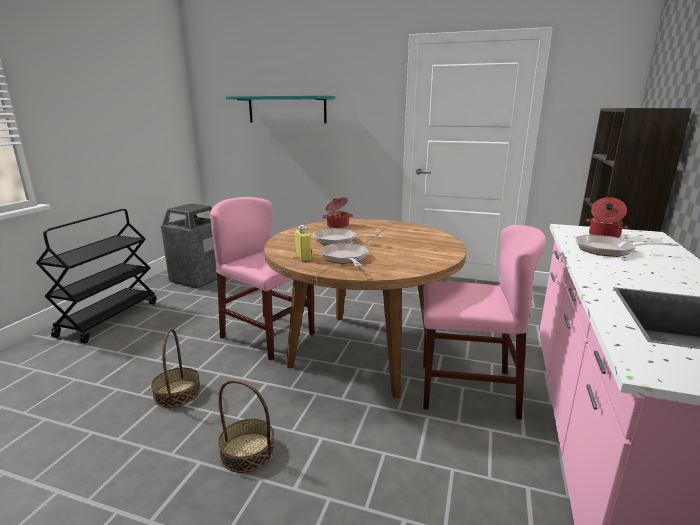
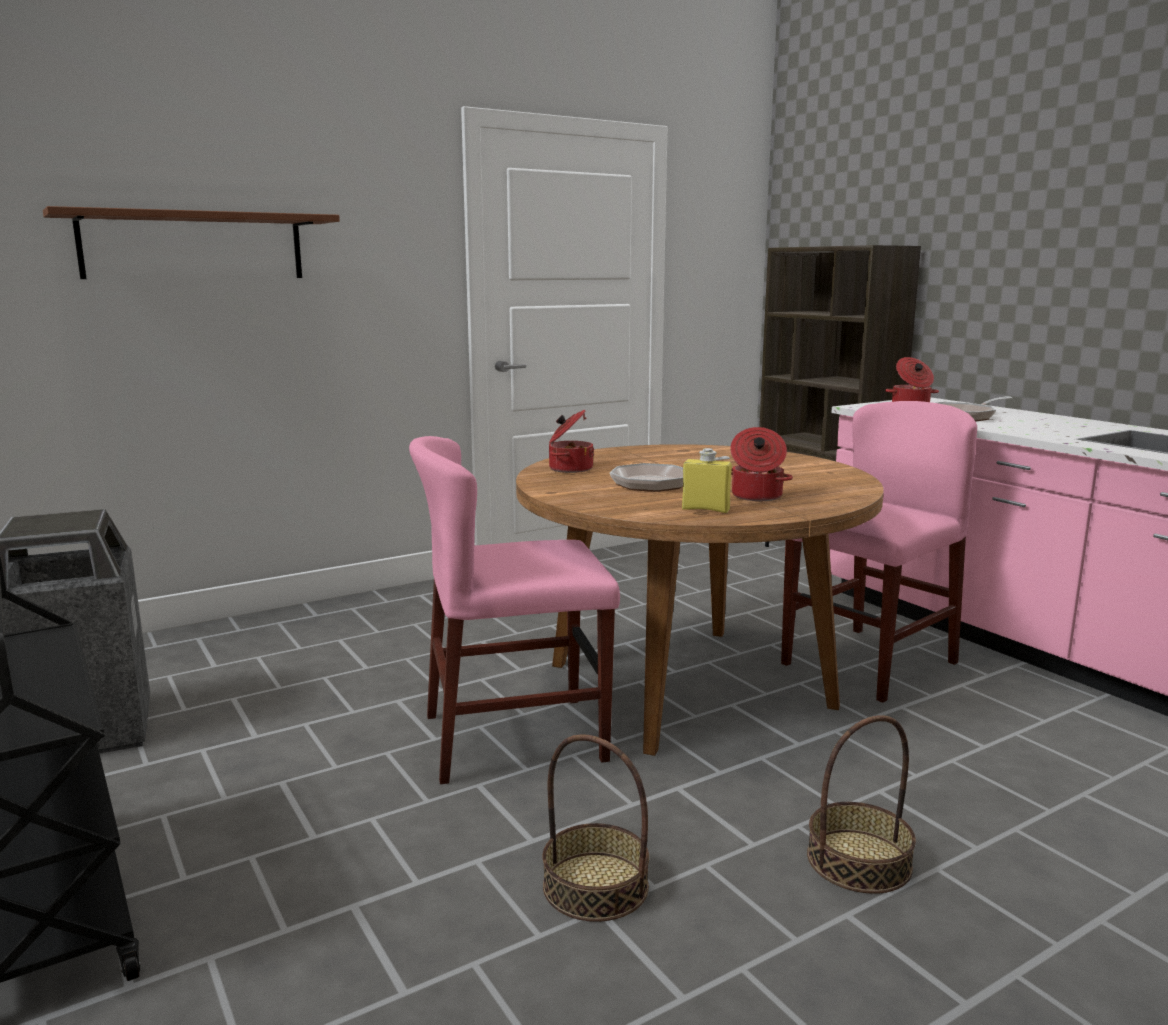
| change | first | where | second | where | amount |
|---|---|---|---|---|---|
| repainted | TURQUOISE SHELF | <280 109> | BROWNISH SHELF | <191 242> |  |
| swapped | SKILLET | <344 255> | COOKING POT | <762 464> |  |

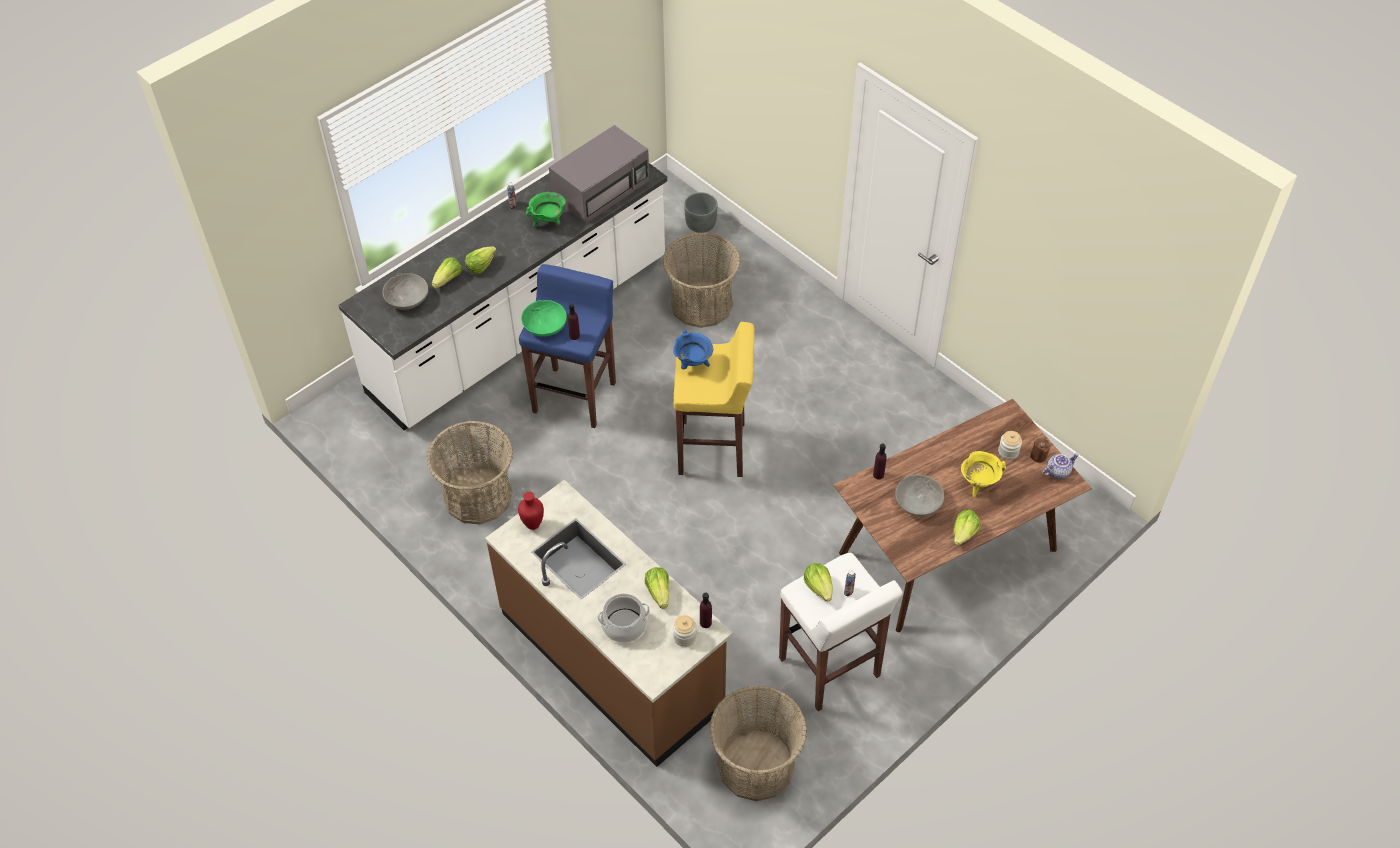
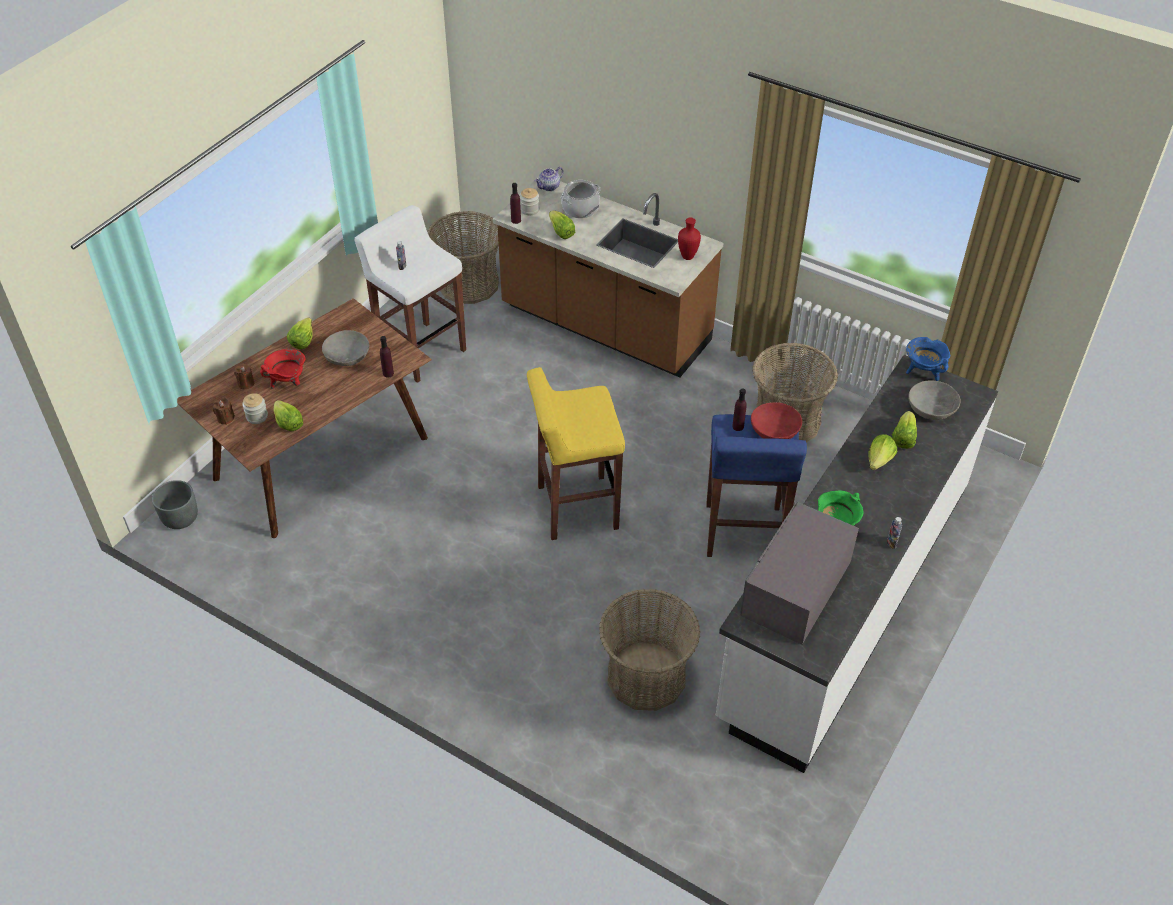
| change | first | where | second | where | amount |
|---|---|---|---|---|---|
| shifted | GRAY PLANTER | <701 212> |  | <175 504> |  |
| repainted | GREEN-COLOURED BOWL | <544 318> | RED-COLOURED BOWL | <776 420> |  |
| shifted | BLUE COOKING POT | <693 349> |  | <928 359> |  |
| repainted | YELLOWISH COOKING POT | <983 474> | RED-COLOURED COOKING POT | <283 369> |  |
| shifted | TEA POT | <1060 466> |  | <548 179> |  |
| shifted | LETTUCE | <818 582> |  | <288 415> |  |
| new |  |  | BROWNISH CANDLE | <244 376> |  |

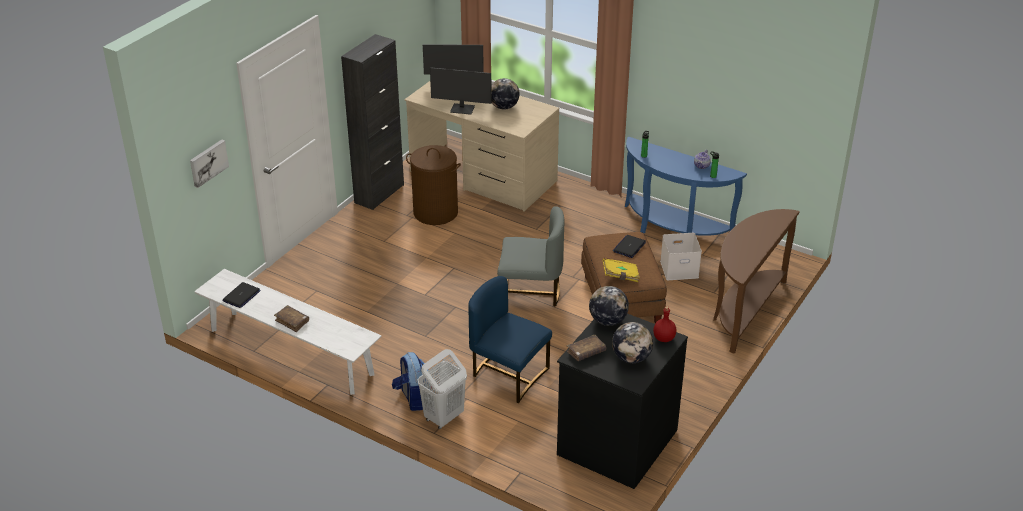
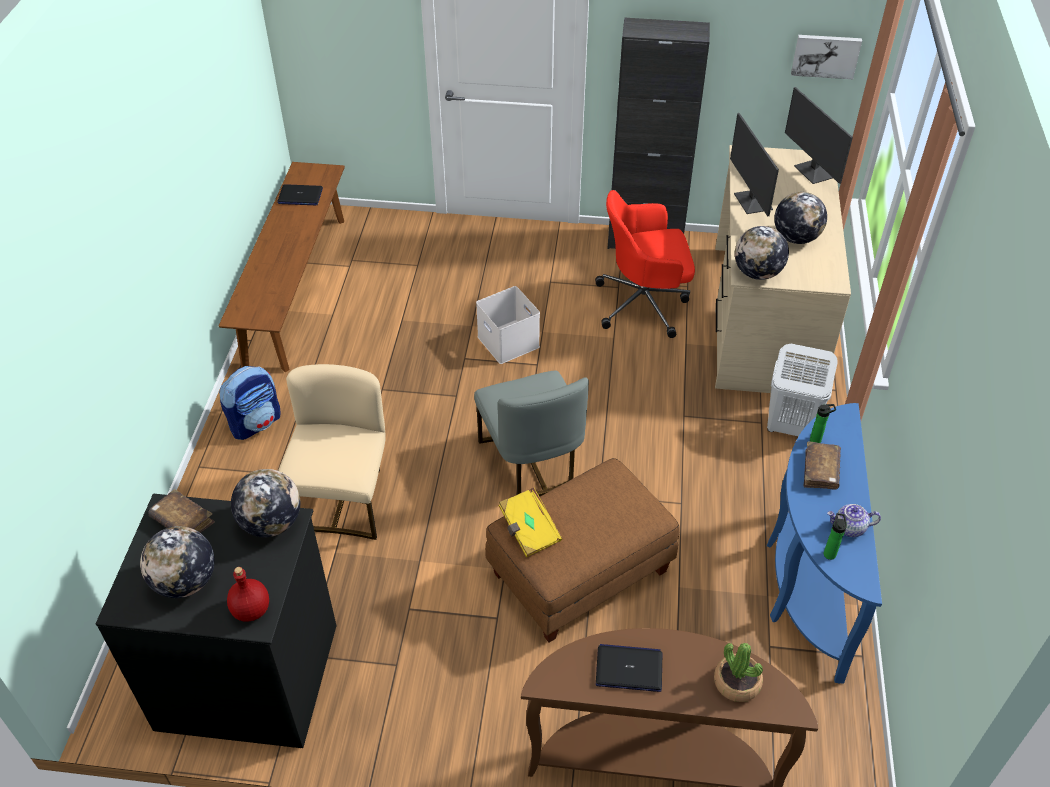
| change | first | where | second | where | amount |
|---|---|---|---|---|---|
| shifted | WALL ART | <209 164> |  | <826 57> |  |
| swapped | BROWNISH WASHING BASKET | <433 185> | RED-COLOURED COMPUTER CHAIR | <645 264> |  |
| shifted | WHITISH STORAGE BOX | <681 256> |  | <508 325> |  |
| shifted | LAPTOP | <629 246> |  | <629 668> |  |
| repainted | WHITISH BENCH | <288 332> | BROWNISH BENCH | <282 267> |  |
| repainted | BLUE PLAIN CHAIR | <510 339> | BEIGE-COLOURED PLAIN CHAIR | <332 452> |  |
| shifted | BROWNISH BOUND BOOK | <291 318> |  | <822 465> |  |
| shifted | WHITISH WASHING BASKET | <442 389> |  | <802 390> |  |
| new |  |  | WORLD GLOBE | <762 253> |  |
| new |  |  | POTTED PLANT | <738 672> |  |

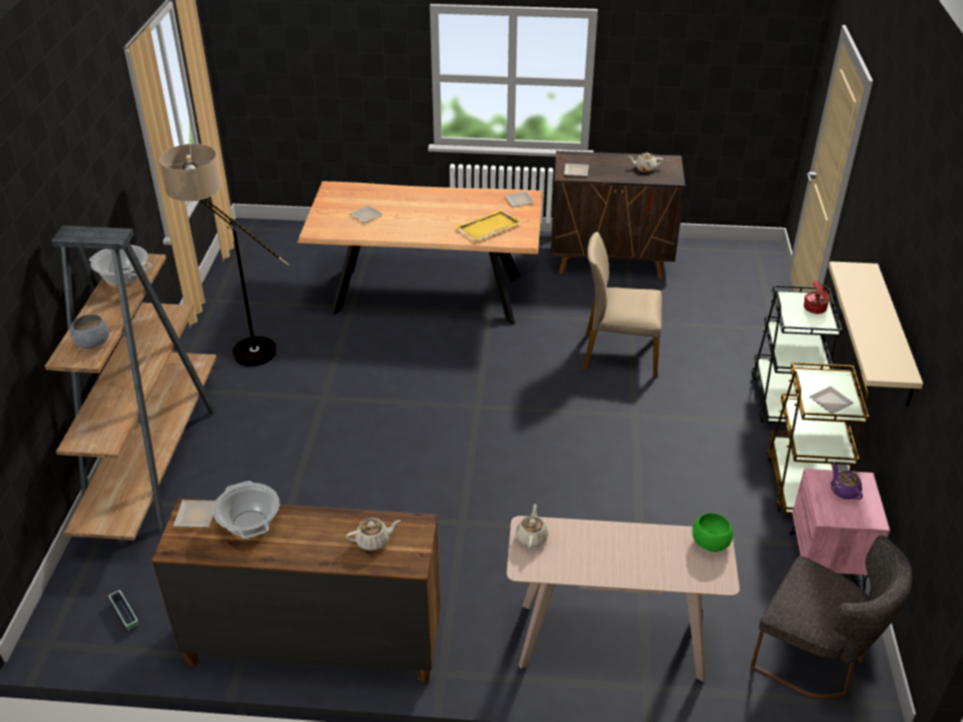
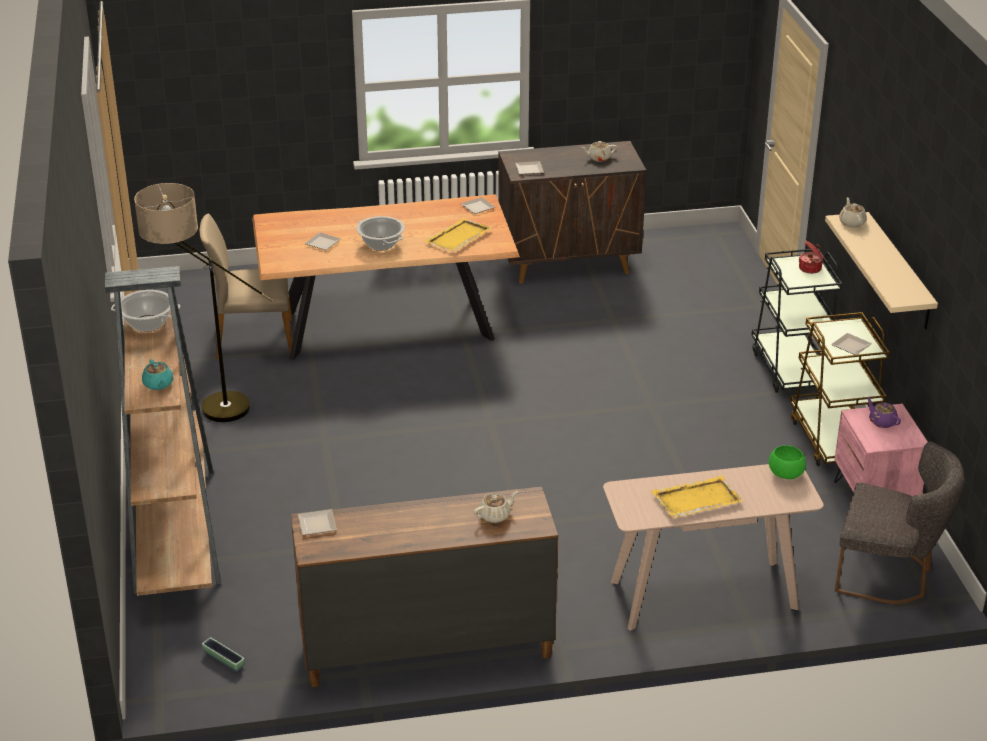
| change | first | where | second | where | amount |
|---|---|---|---|---|---|
| shifted | BEIGE-COLOURED PLAIN CHAIR | <622 305> |  | <246 286> |  |
| swapped | GRAY BOWL | <89 331> | TURQUOISE TEA POT | <157 374> |  |
| shifted | COOKING POT | <246 510> |  | <380 233> |  |
| shifted | BEIGE-COLOURED TEA POT | <532 526> |  | <853 212> |  |
| new |  |  | YELLOWISH TRAY | <697 496> |  |

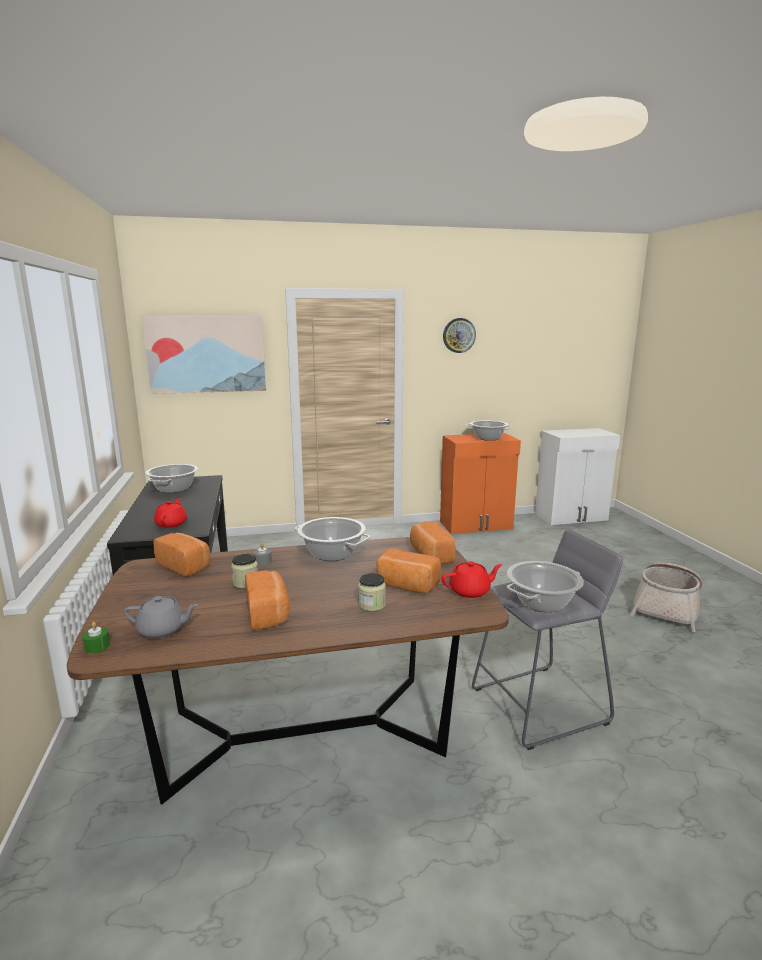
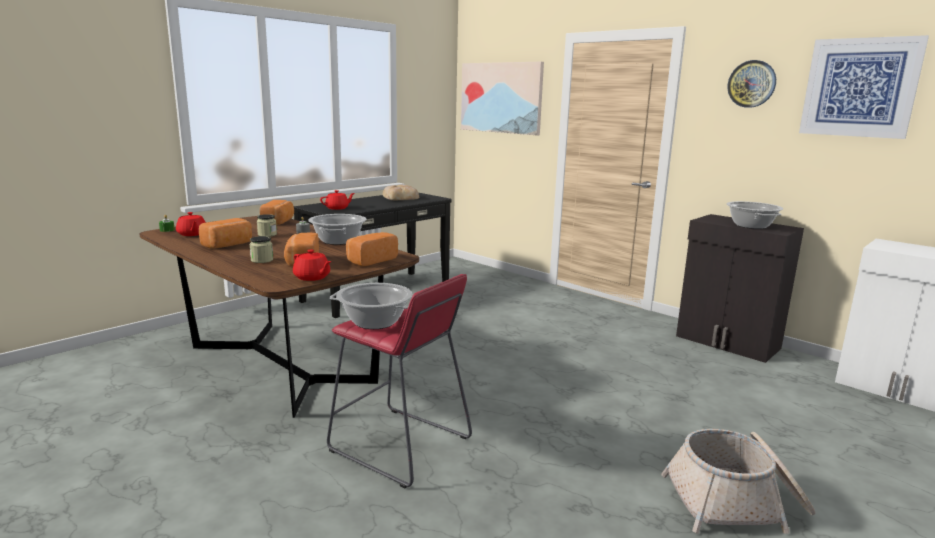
| change | first | where | second | where | amount |
|---|---|---|---|---|---|
| repainted | ORANGE-COLOURED STORAGE CABINET | <480 483> | BLACK STORAGE CABINET | <740 288> |  |
| swapped | COOKING POT | <171 478> | BAKERY BREAD | <400 192> |  |
| repainted | GRAY STOOL SEAT | <547 639> | RED-COLOURED STOOL SEAT | <399 381> |  |
| repainted | GRAY TEA POT | <161 617> | RED-COLOURED TEA POT | <191 224> |  |
| new |  |  | WALL ART | <864 87> |  |

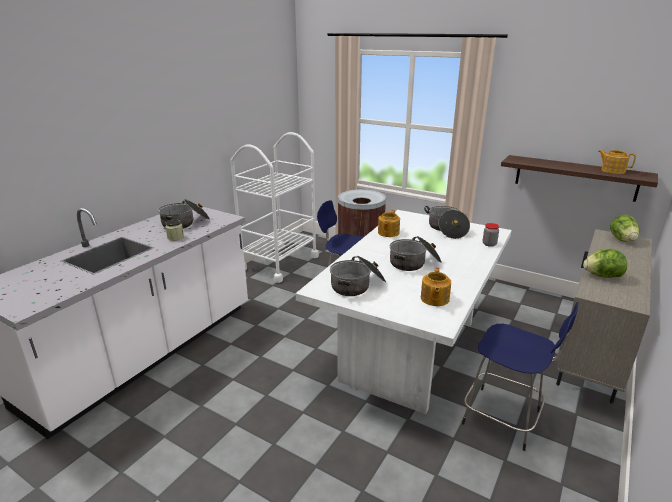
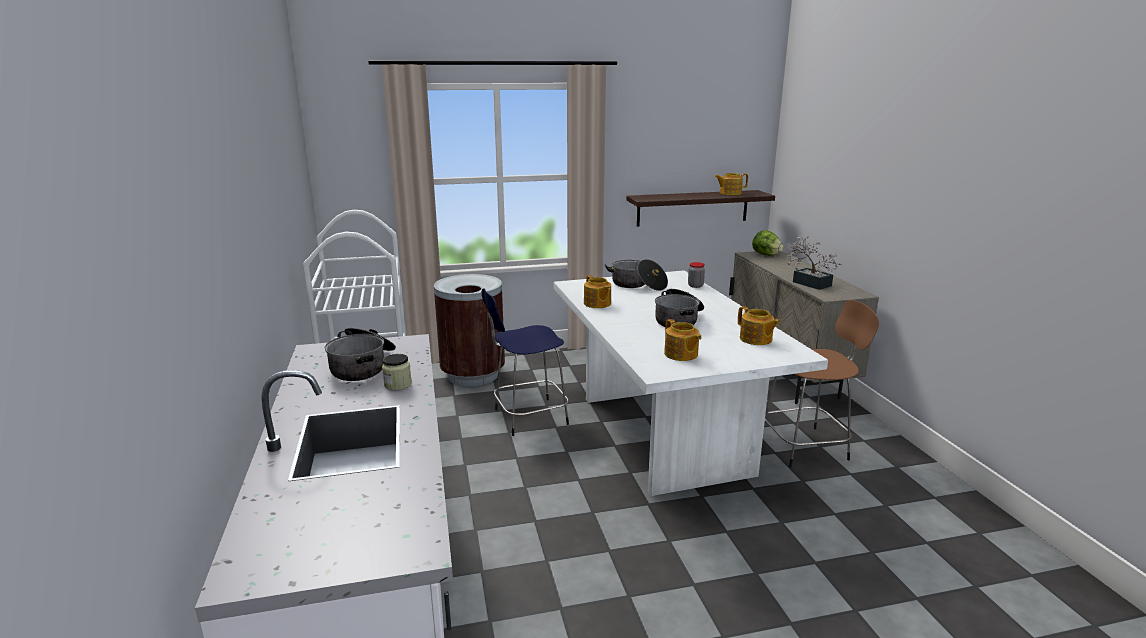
| change | first | where | second | where | amount |
|---|---|---|---|---|---|
| swapped | LETTUCE | <605 263> | POTTED PLANT | <814 263> |  |
| swapped | COOKING POT | <358 276> | TEA POT | <683 340> |  |
| repainted | BLUE STOOL SEAT | <520 376> | BROWNISH STOOL SEAT | <821 383> |  |

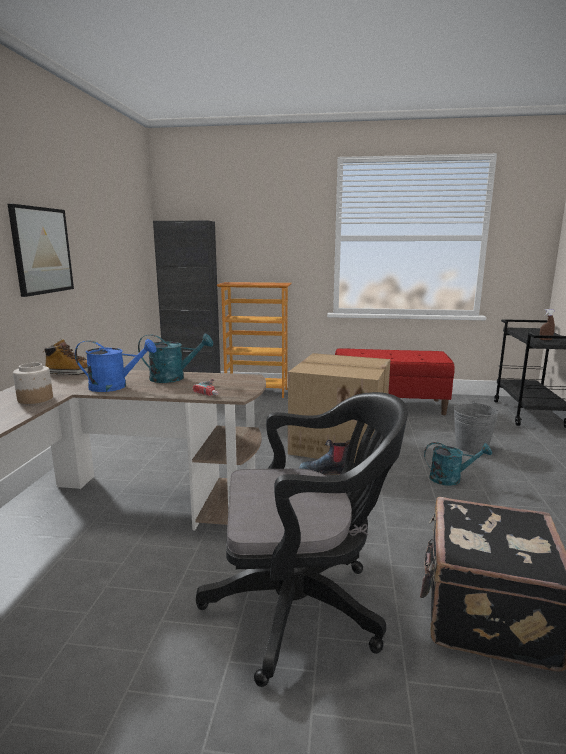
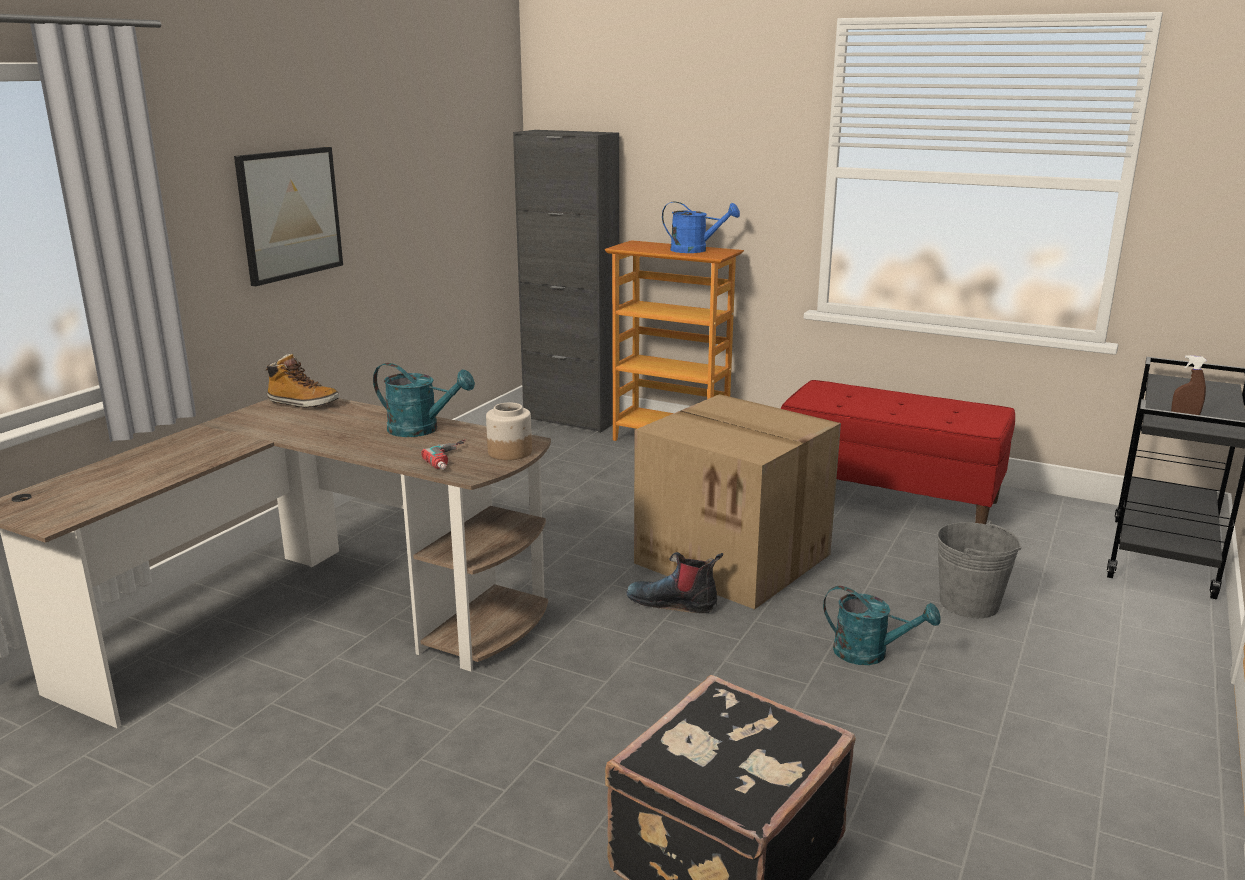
| change | first | where | second | where | amount |
|---|---|---|---|---|---|
| shifted | BLUE WATERING CAN | <115 365> |  | <701 227> |  |
| shifted | PRESERVE JAR | <33 383> |  | <509 431> |  |
| gone | BLACK COMPUTER CHAIR | <302 539> |  |  |  |

